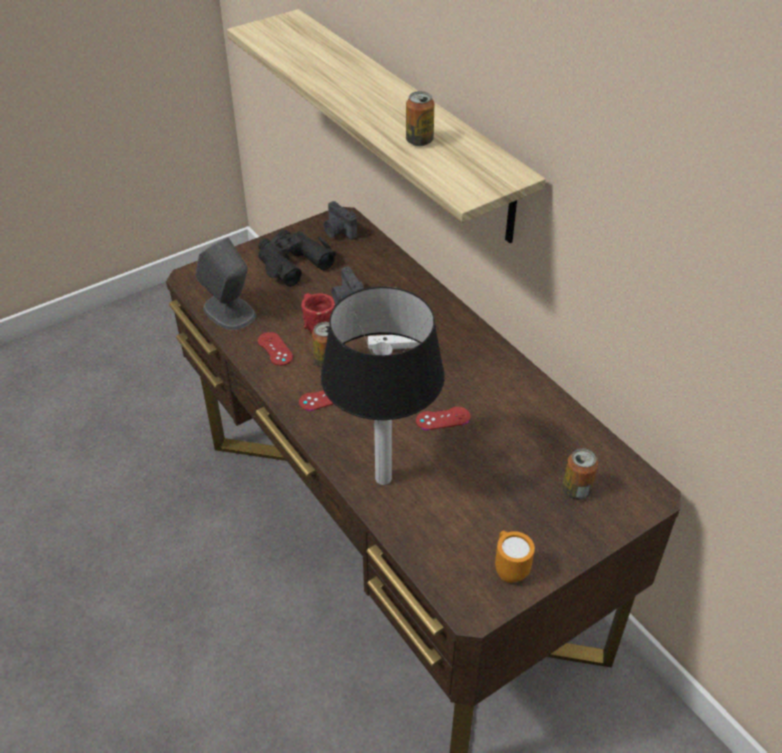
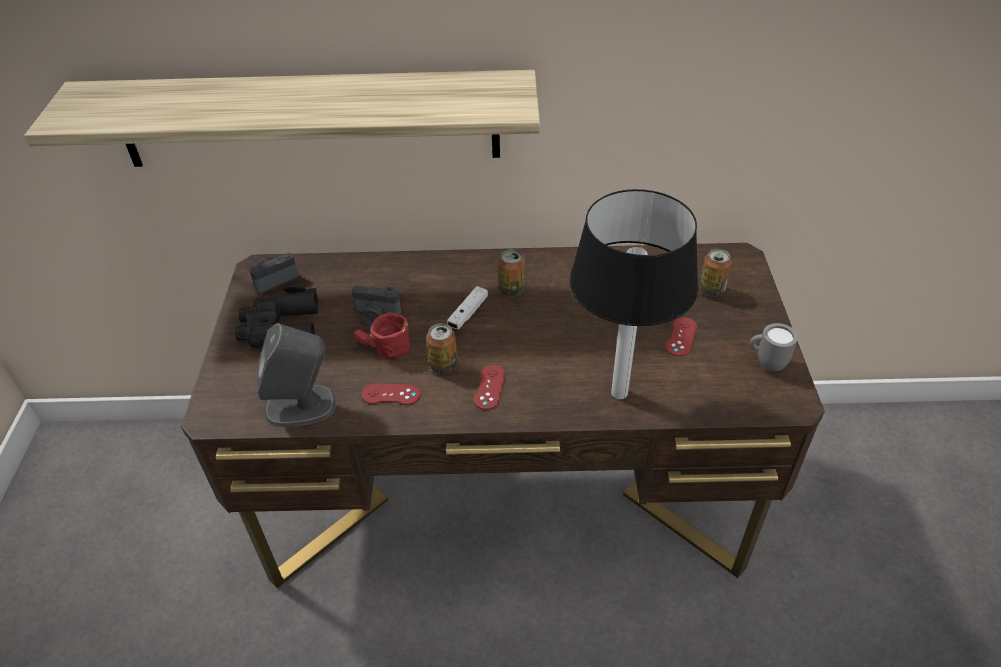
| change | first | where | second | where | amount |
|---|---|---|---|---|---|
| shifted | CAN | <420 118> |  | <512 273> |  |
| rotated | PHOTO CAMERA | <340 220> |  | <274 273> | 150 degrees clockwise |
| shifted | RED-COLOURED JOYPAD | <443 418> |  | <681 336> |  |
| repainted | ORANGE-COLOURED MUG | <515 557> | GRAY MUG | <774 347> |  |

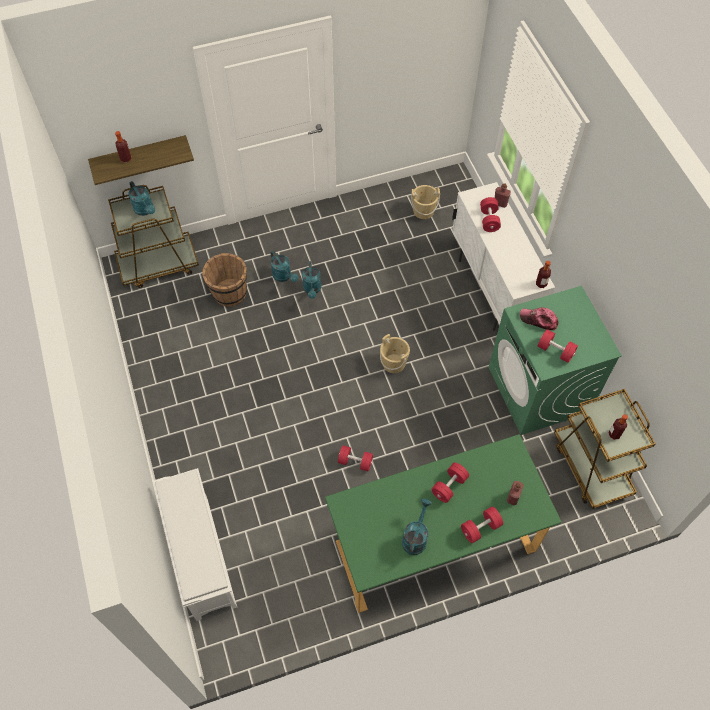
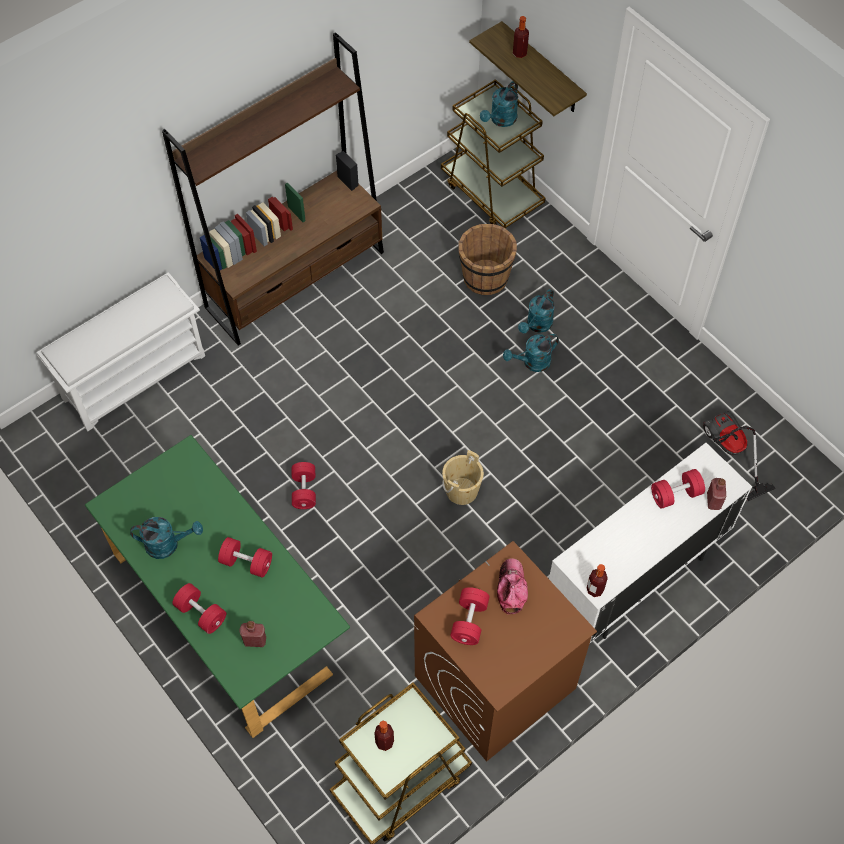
| change | first | where | second | where | amount |
|---|---|---|---|---|---|
| swapped | BEIGE-COLOURED WATER BUCKET | <425 202> | VACUUM | <739 456> |  |
| repainted | GREEN-COLOURED WASHING MACHINE | <555 360> | BROWNISH WASHING MACHINE | <505 651> |  |
| new |  |  | BROWNISH SHELVING UNIT | <273 189> |  |

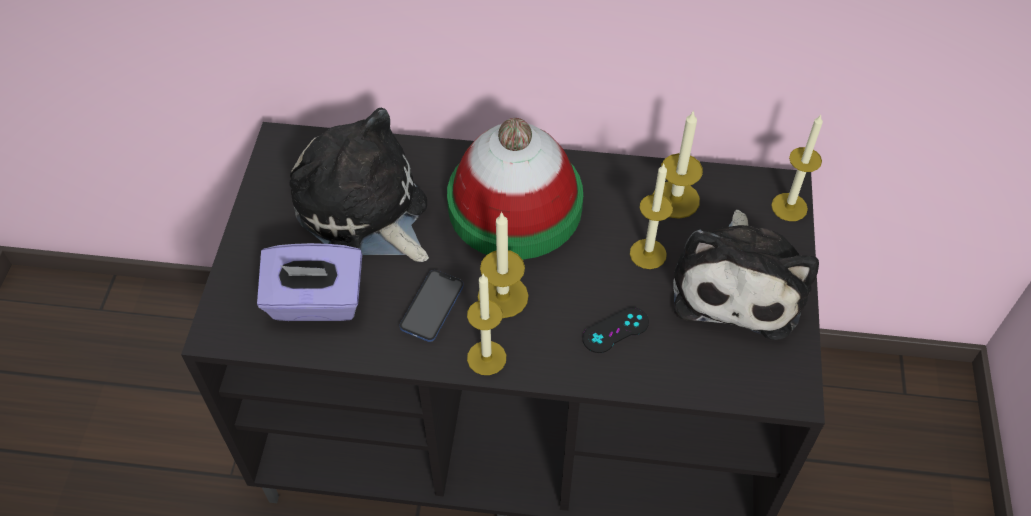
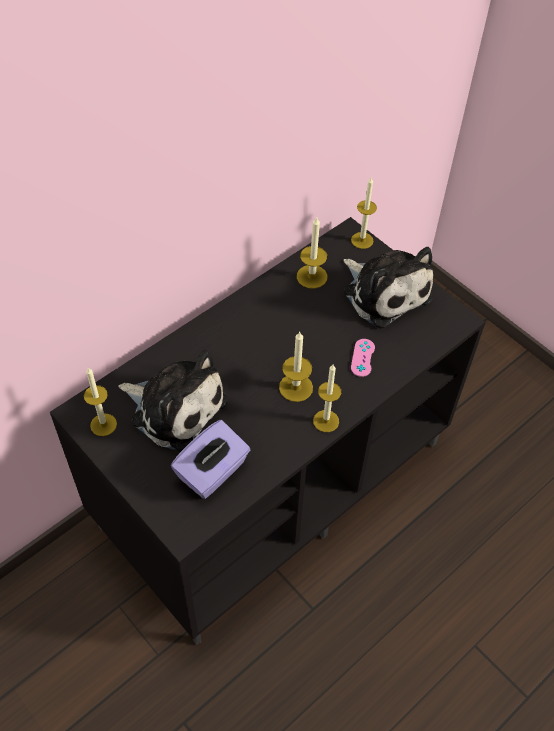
| change | first | where | second | where | amount |
|---|---|---|---|---|---|
| rotated | CUDDLY TOY | <359 185> |  | <172 401> | 150 degrees counterclockwise |
| gone | CLOTHING HAT | <515 189> |  |  |  |
| shifted | CANDLE | <651 216> |  | <100 402> |  |
| gone | PHONE | <431 306> |  |  |  |
| repainted | BLACK JOYPAD | <615 330> | PINK-COLOURED JOYPAD | <363 358> |  |

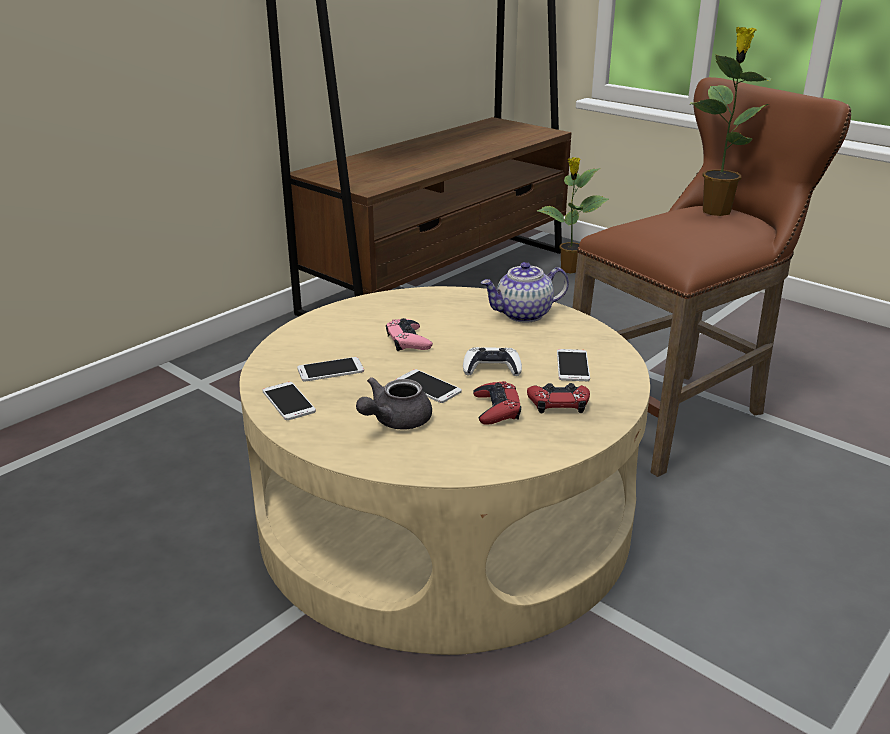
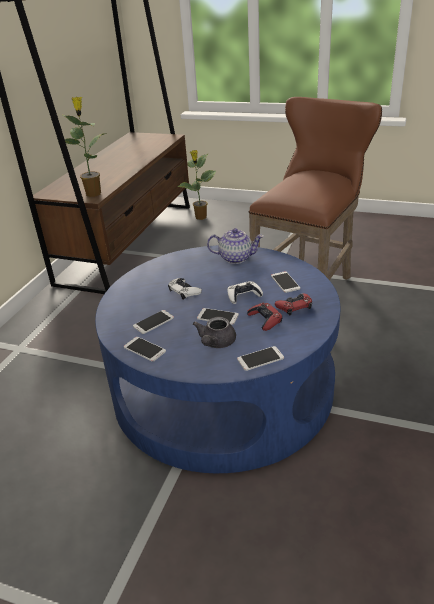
| change | first | where | second | where | amount |
|---|---|---|---|---|---|
| shifted | POTTED PLANT | <731 121> |  | <82 147> |  |
| rotated | TEA POT | <524 292> |  | <235 246> | 135 degrees counterclockwise |
| repainted | BEIGE-COLOURED COFFEE TABLE | <444 470> | BLUE COFFEE TABLE | <218 359> |  |
| repainted | PINK-COLOURED JOYPAD | <409 334> | WHITISH JOYPAD | <185 289> |  |
| new |  |  | PHONE | <260 358> |  |

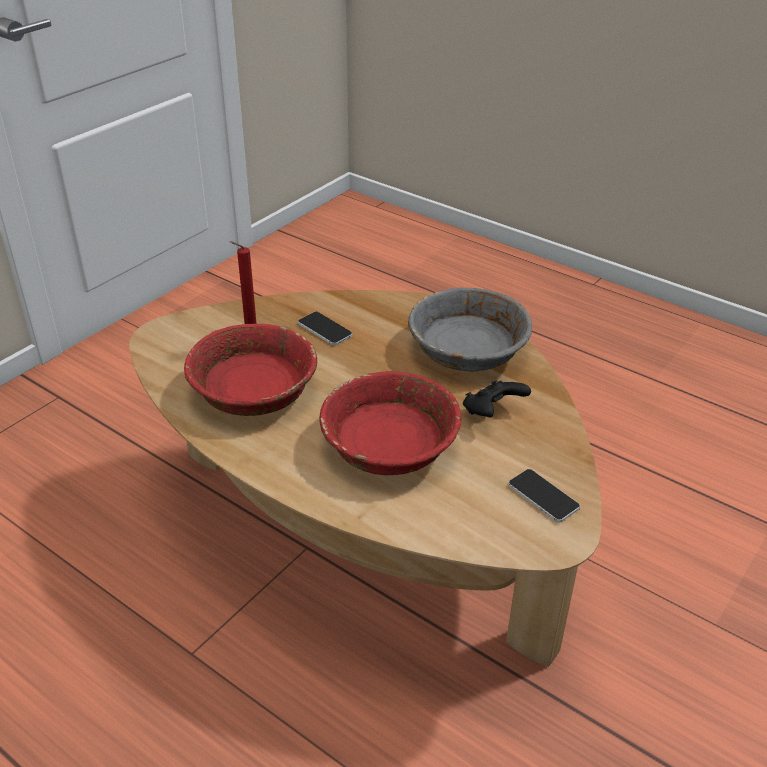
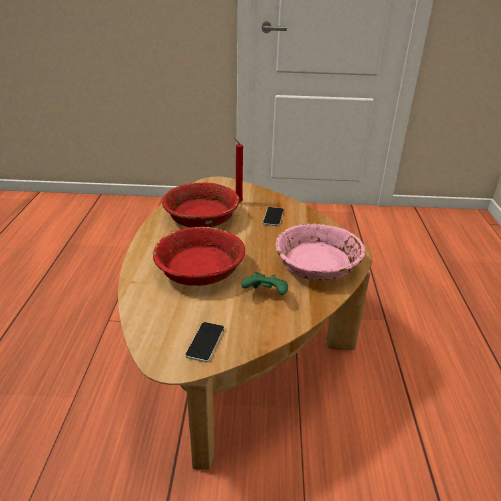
| change | first | where | second | where | amount |
|---|---|---|---|---|---|
| repainted | GRAY BOWL | <470 329> | PINK-COLOURED BOWL | <320 252> |  |
| repainted | BLACK JOYPAD | <497 398> | GREEN-COLOURED JOYPAD | <264 283> |  |

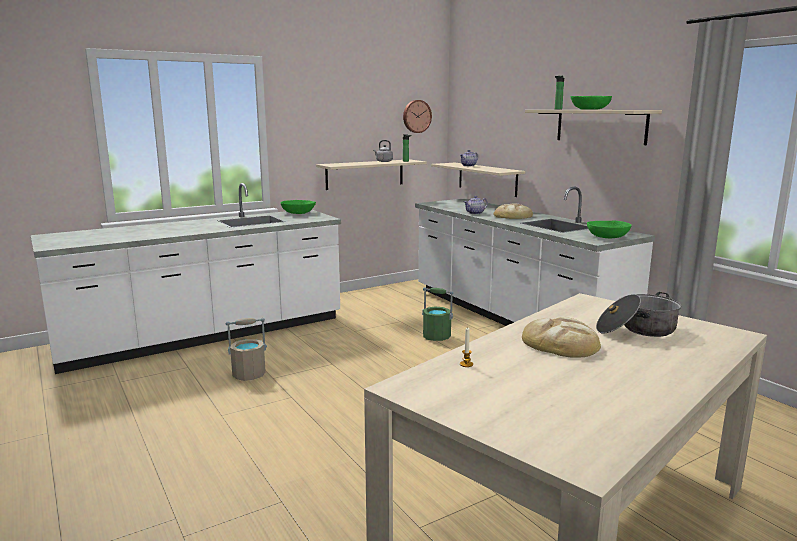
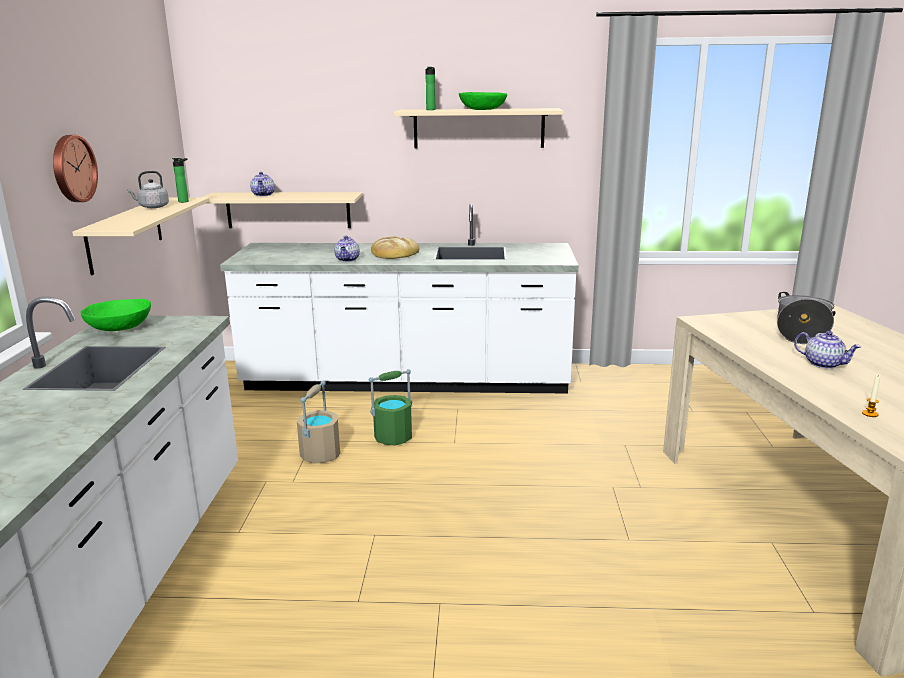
| change | first | where | second | where | amount |
|---|---|---|---|---|---|
| shifted | WALL CLOCK | <417 116> |  | <75 168> |  |
| gone | GREEN-COLOURED BOWL | <609 229> |  |  |  |
| swapped | BAKERY BREAD | <561 337> | TEA POT | <827 350> |  |
| shifted | BEIGE-COLOURED WATER BUCKET | <246 349> |  | <318 422> |  |

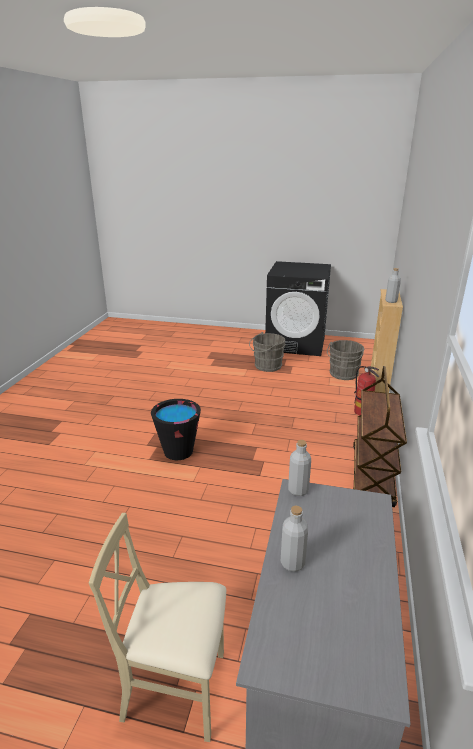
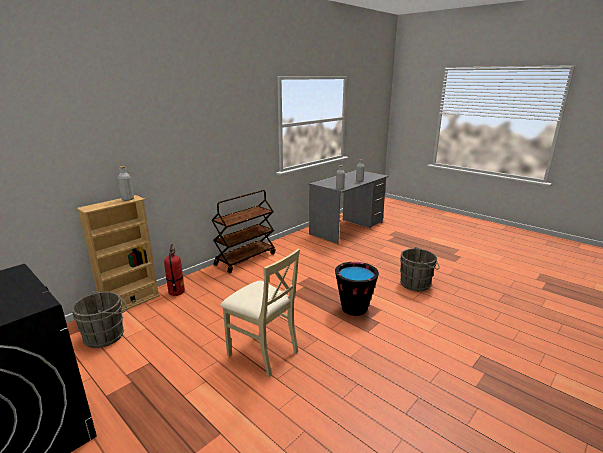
| change | first | where | second | where | amount |
|---|---|---|---|---|---|
| shifted | GRAY WATER BUCKET | <267 352> |  | <420 269> |  |
| shifted | BEIGE-COLOURED PLAIN CHAIR | <157 627> |  | <260 313> |  |

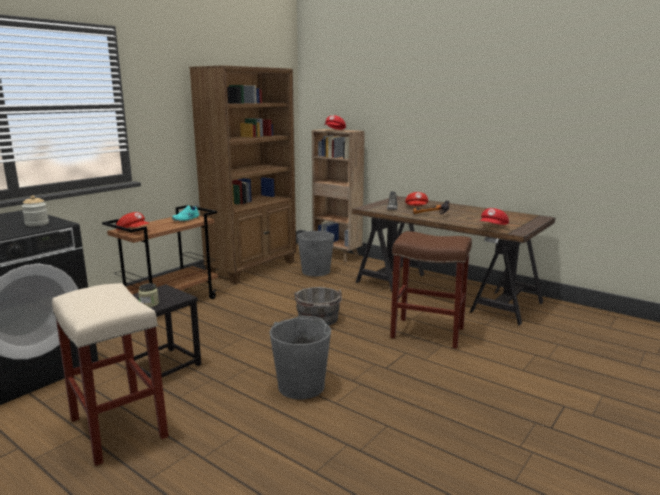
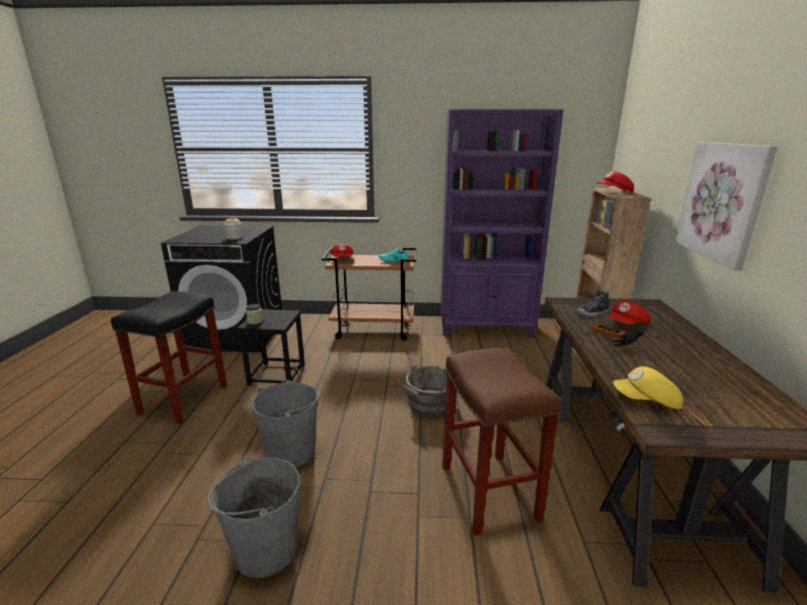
| change | first | where | second | where | amount |
|---|---|---|---|---|---|
| repainted | BROWNISH SHELVING UNIT | <242 174> | PURPLE SHELVING UNIT | <502 223> |  |
| repainted | RED-COLOURED BASEBALL CAP | <494 216> | YELLOWISH BASEBALL CAP | <648 387> |  |
| shifted | GRAY WATER BUCKET | <315 253> |  | <253 517> |  |
| repainted | BEIGE-COLOURED STOOL SEAT | <110 374> | BLACK STOOL SEAT | <169 357> |  |
| new |  |  | WALL ART | <726 206> |  |

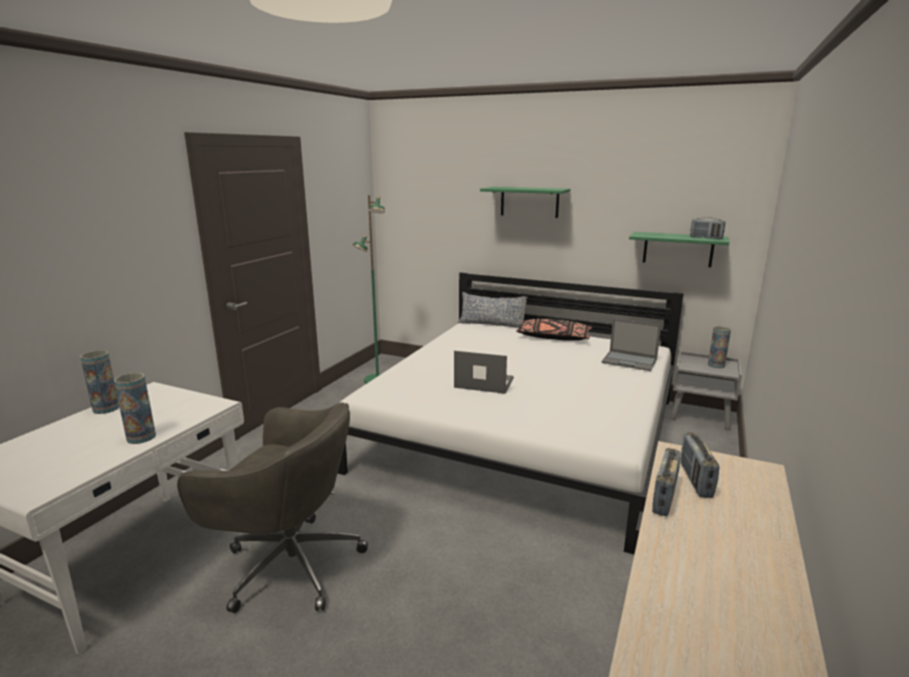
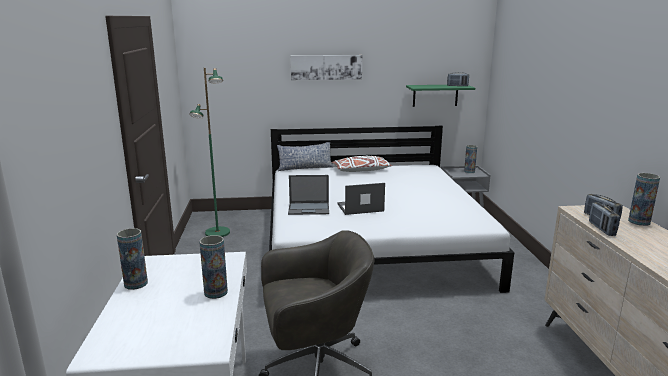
| change | first | where | second | where | amount |
|---|---|---|---|---|---|
| swapped | GREEN-COLOURED SHELF | <525 202> | WALL ART | <326 67> |  |
| repainted | BLACK THROW PILLOW | <554 329> | WHITISH THROW PILLOW | <362 164> |  |
| shifted | LAPTOP | <631 345> |  | <308 195> |  |
| new |  |  | DECORATIVE VASE | <644 199> |  |

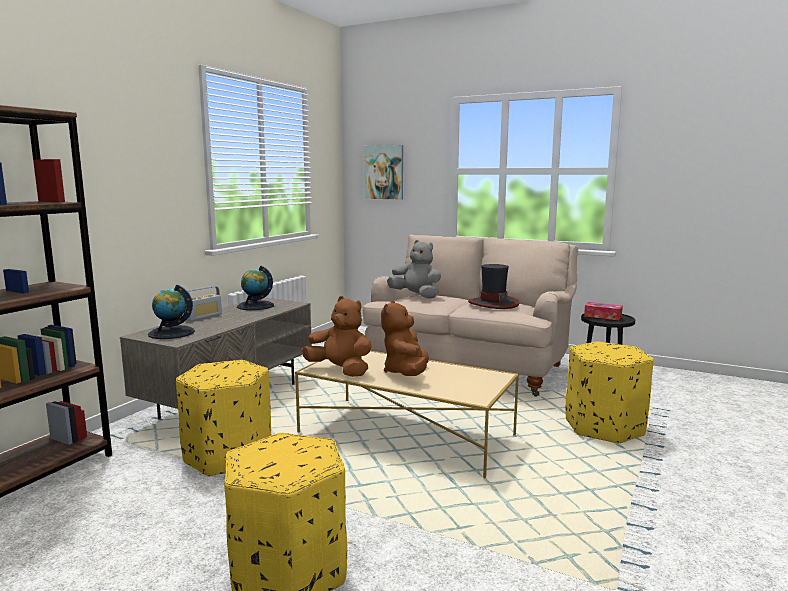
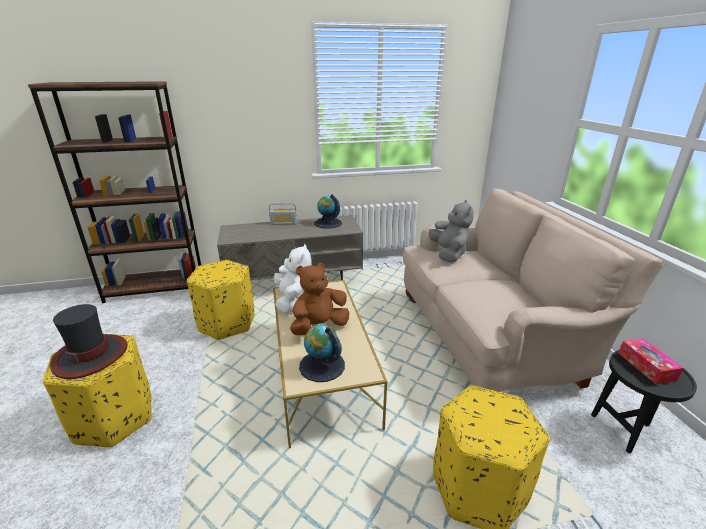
| change | first | where | second | where | amount |
|---|---|---|---|---|---|
| gone | WALL ART | <383 172> |  |  |  |
| shifted | CLOTHING HAT | <493 286> |  | <89 341> |  |
| shifted | WORLD GLOBE | <171 312> |  | <322 353> |  |
| repainted | BROWNISH CUDDLY TOY | <336 336> | WHITISH CUDDLY TOY | <292 278> |  |

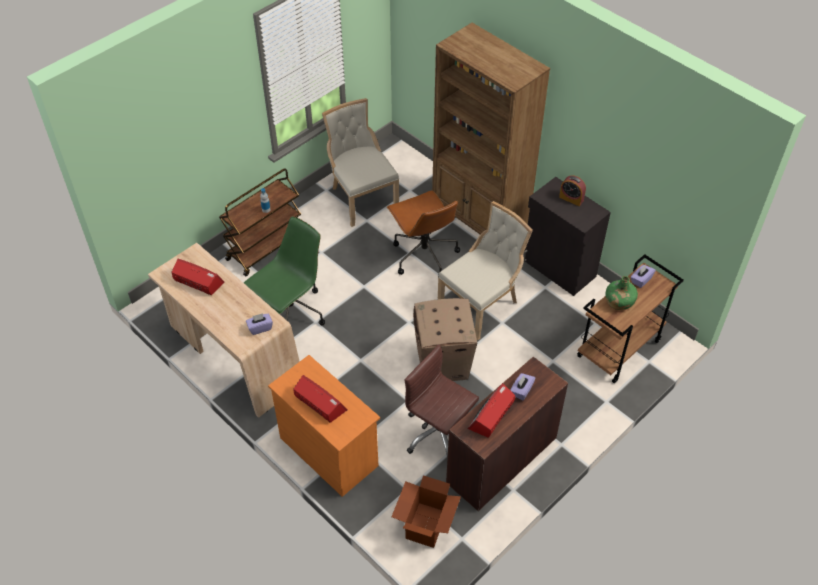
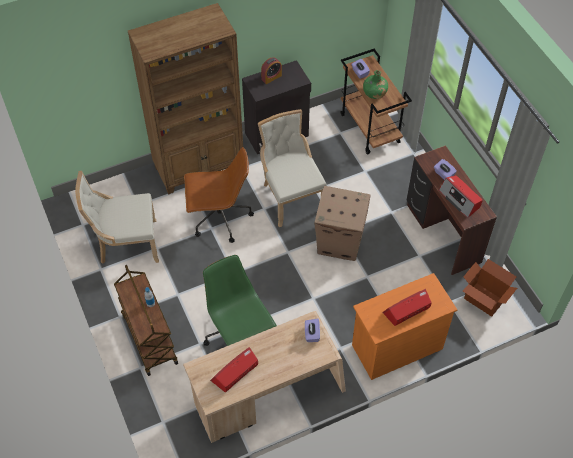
| change | first | where | second | where | amount |
|---|---|---|---|---|---|
| gone | BROWNISH COMPUTER CHAIR | <441 401> |  |  |  |

